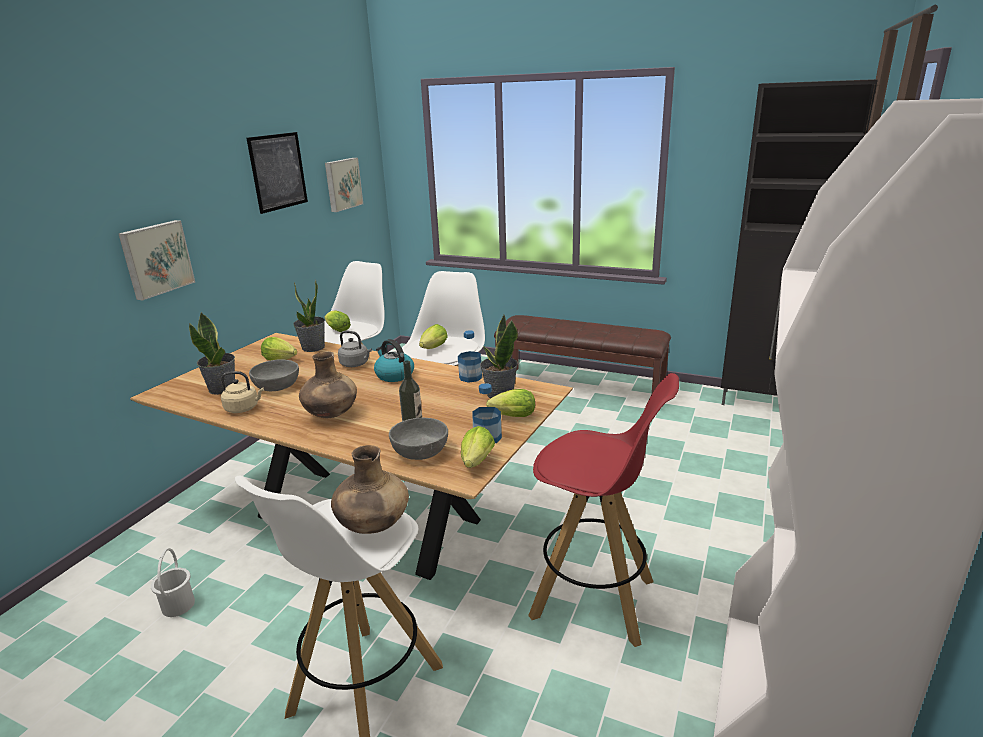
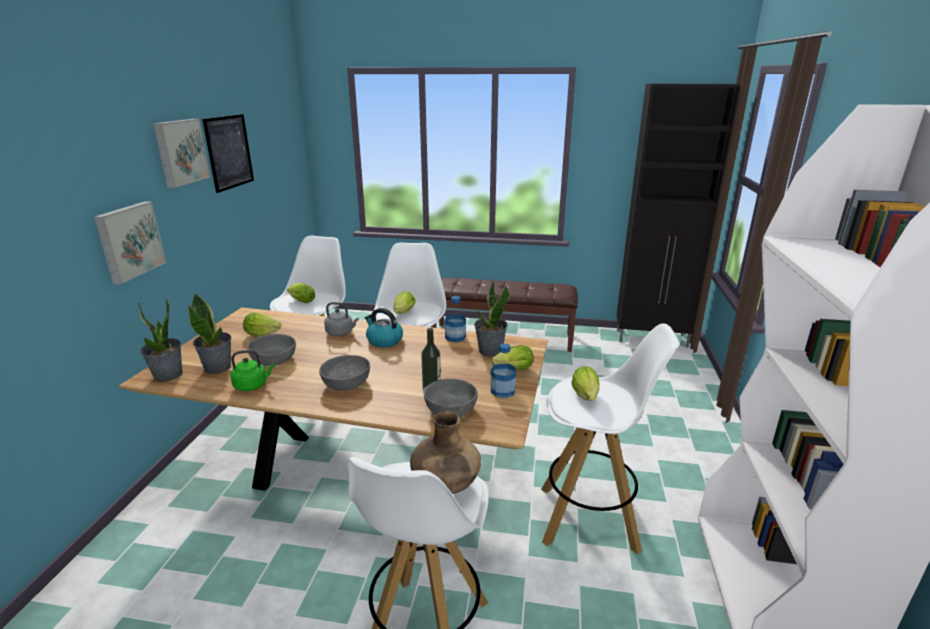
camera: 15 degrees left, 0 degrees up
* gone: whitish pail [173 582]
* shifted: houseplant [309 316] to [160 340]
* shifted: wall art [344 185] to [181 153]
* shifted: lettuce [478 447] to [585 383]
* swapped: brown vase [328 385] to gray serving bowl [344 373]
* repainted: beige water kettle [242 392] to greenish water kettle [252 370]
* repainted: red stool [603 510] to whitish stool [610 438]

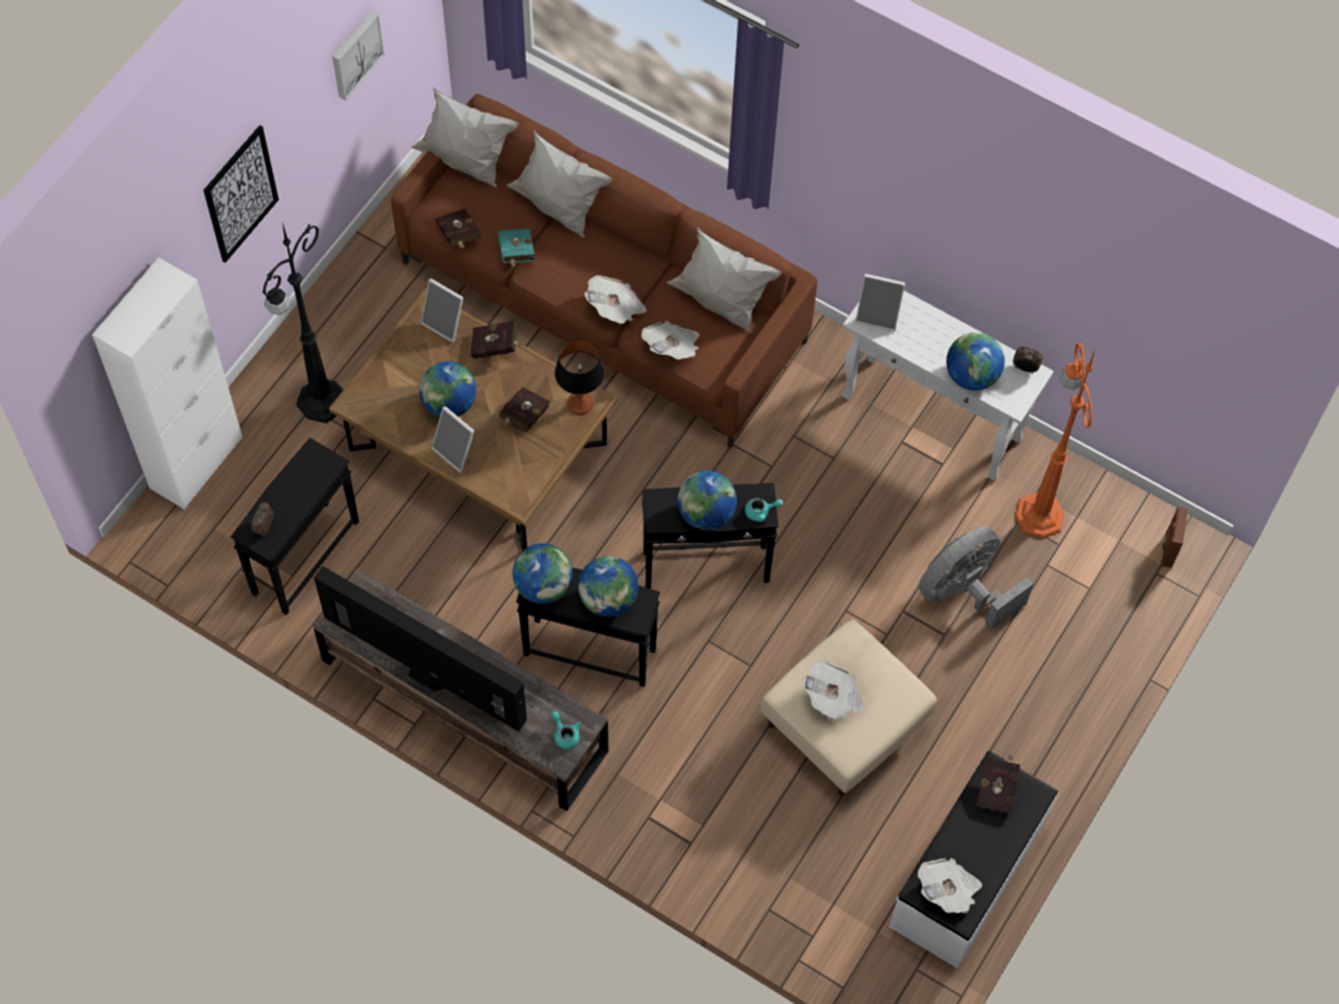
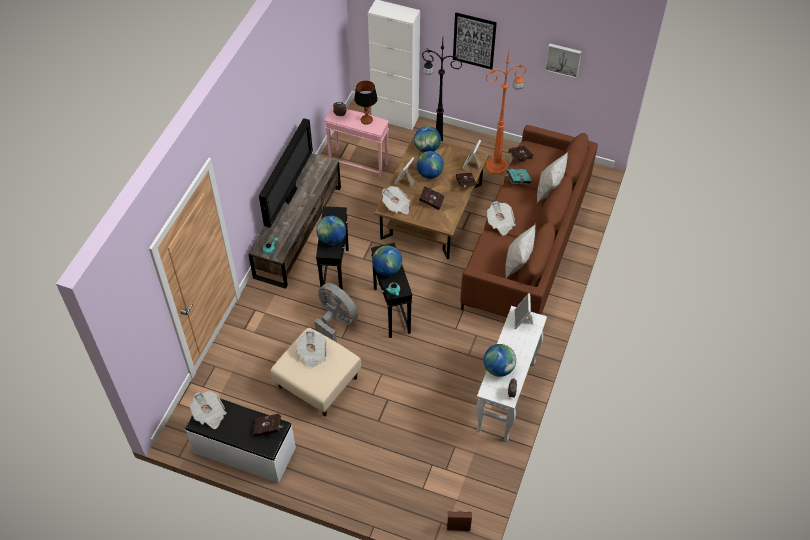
camera: 80 degrees right, 10 degrees down
* gone: whitish throw pillow [465 137]
* shifted: globe [542 573] to [427 139]
* shifted: tabletop lamp [579 377] to [366 103]
* shifted: printed paper [670 340] to [396 200]
* shifted: gray fan [975 578] to [336 312]
* shifted: orange standard lamp [1055 441] to [506 112]
* repainted: black side table [295 526] to pink side table [356 142]

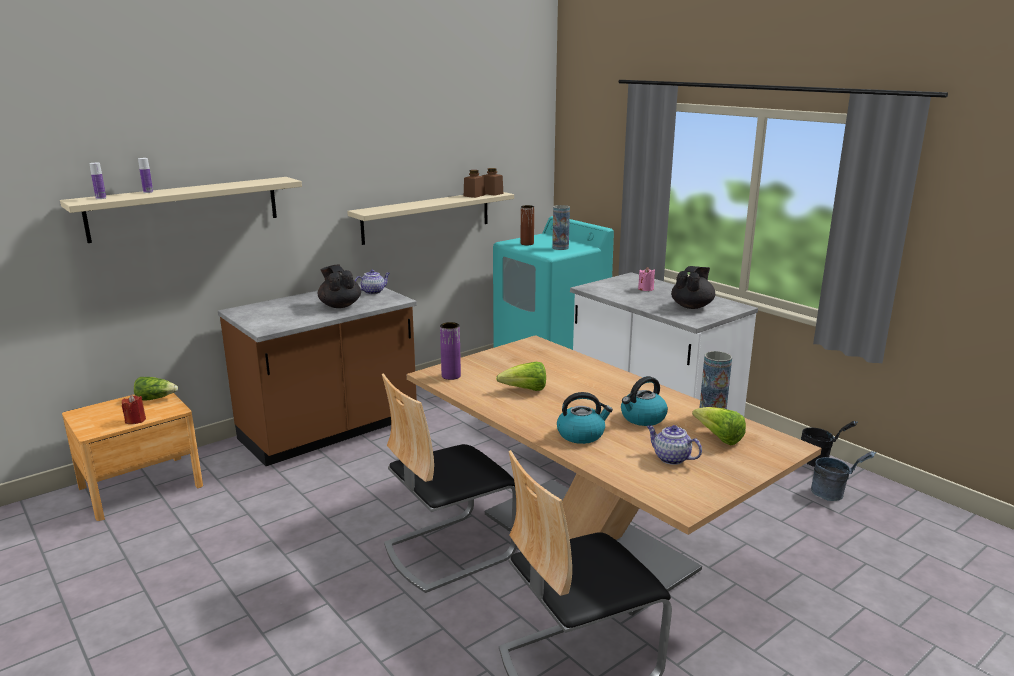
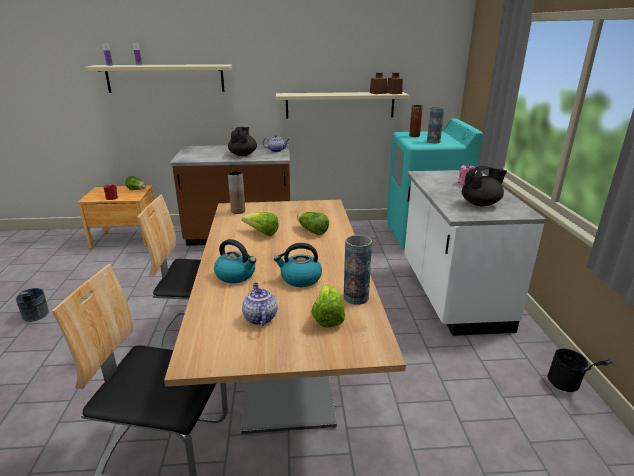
camera: 35 degrees right, 5 degrees up
* new: lettuce [313 223]
* shifted: gray pail [843 476] to [32 305]
* repainted: purplish vase [450 351] to brown vase [236 192]

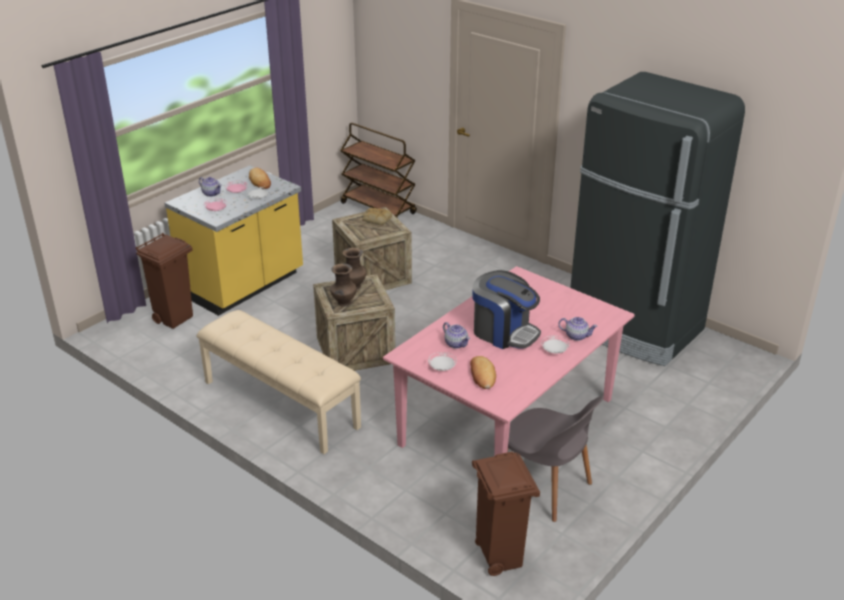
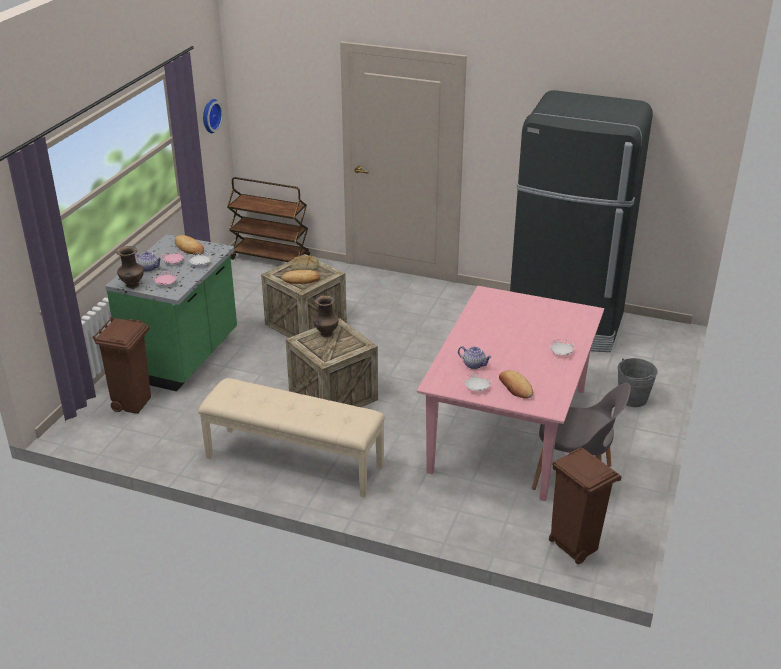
camera: 20 degrees left, 0 degrees up
* gone: coffee machine [507 309]
* gone: teapot [577 329]
* new: clock on the wall [213 116]
* new: baked bread [301 277]
* new: gray pail [638 382]
* shifted: brown vase [343 285] to [130 267]
* repainted: yellow-coloured kitchen counter [234 240] to greenish kitchen counter [171 312]

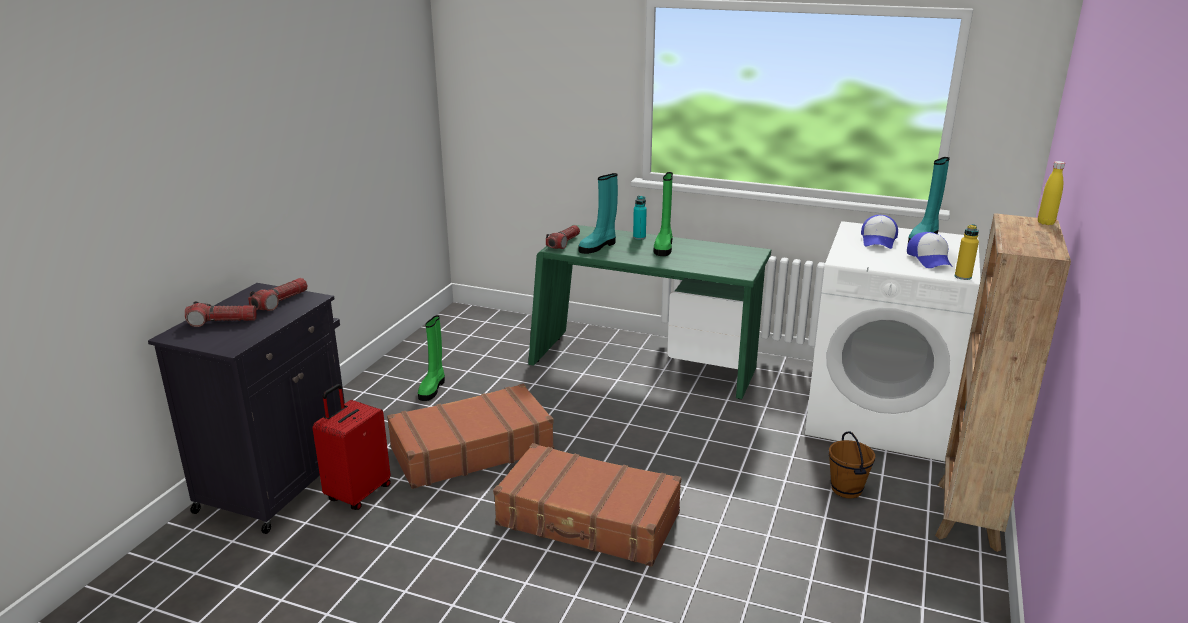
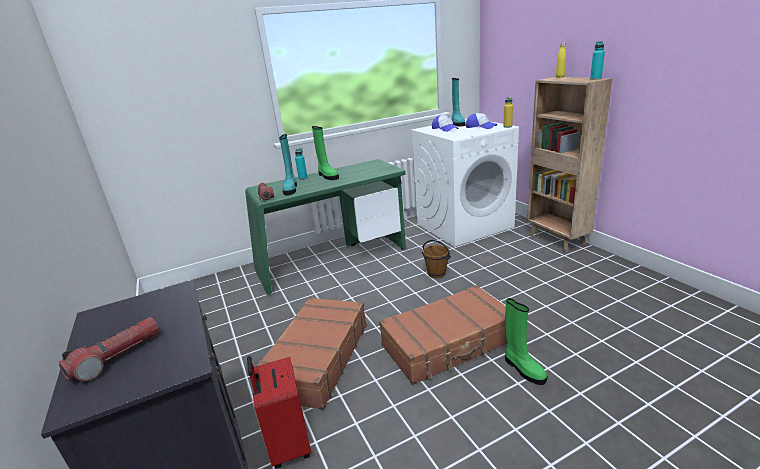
camera: 45 degrees left, 0 degrees up
* gone: hand torch [278 294]
* new: turquoise-coloured beverage bottle [597 60]
* shifted: greenish high-top boot [431 358] to [526 341]
* shifted: brown pail [852 464] to [436 259]

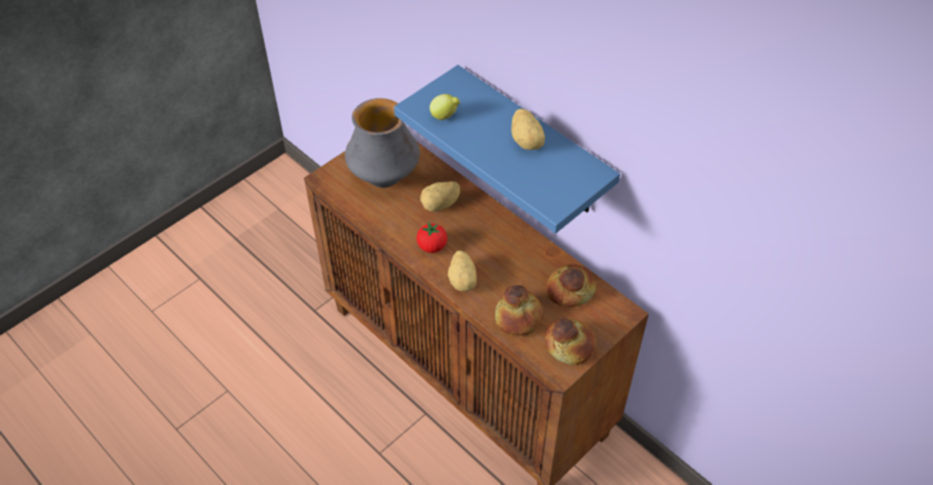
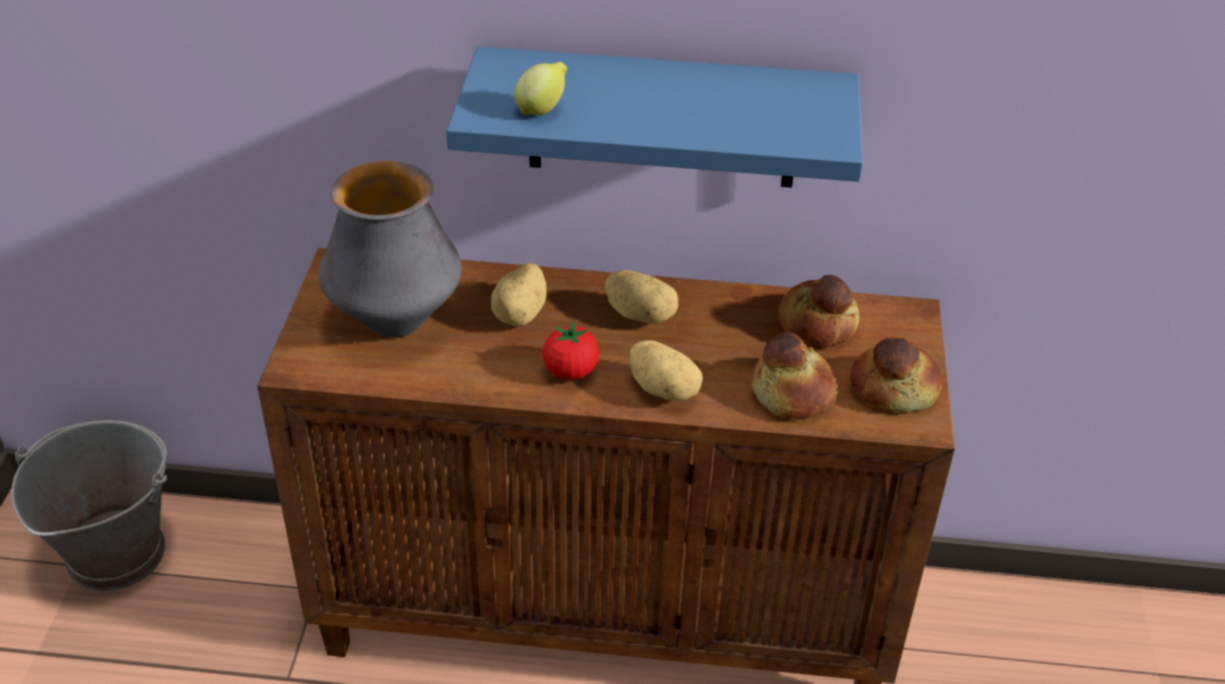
camera: 40 degrees left, 10 degrees down
* new: gray pail [89 505]
* shifted: whole potato [528 129] to [641 297]

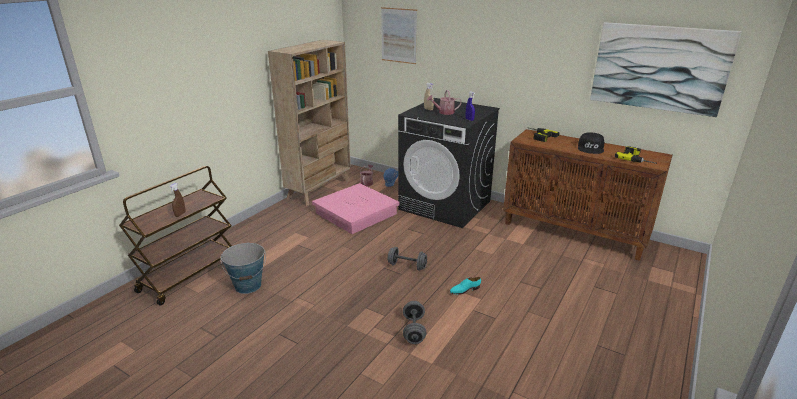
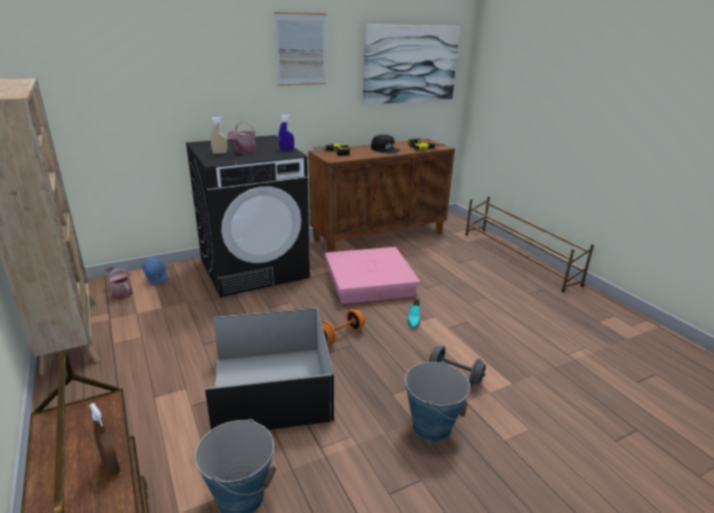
camera: 60 degrees left, 0 degrees up
* new: black storage box [269 369]
* new: pail [437 401]
* new: brown shoe rack [529 244]
* shifted: pink storage box [356 208] to [372 275]
* shifted: wall art [399 35] to [300 49]
* repainted: gray hand weight [407 259] to orange hand weight [343 326]

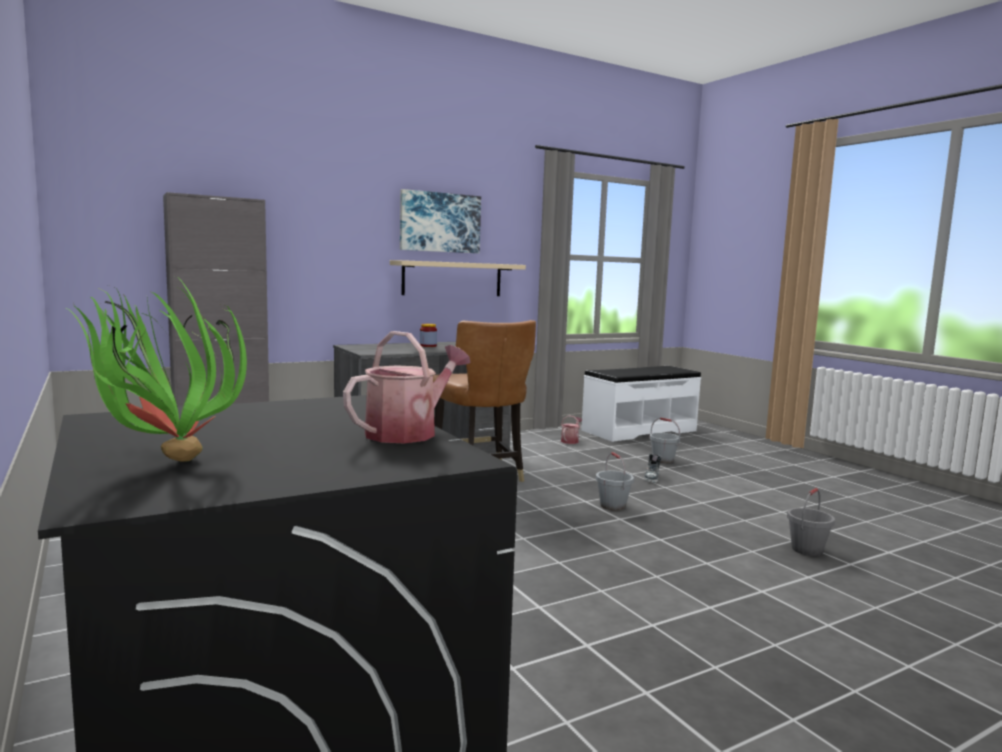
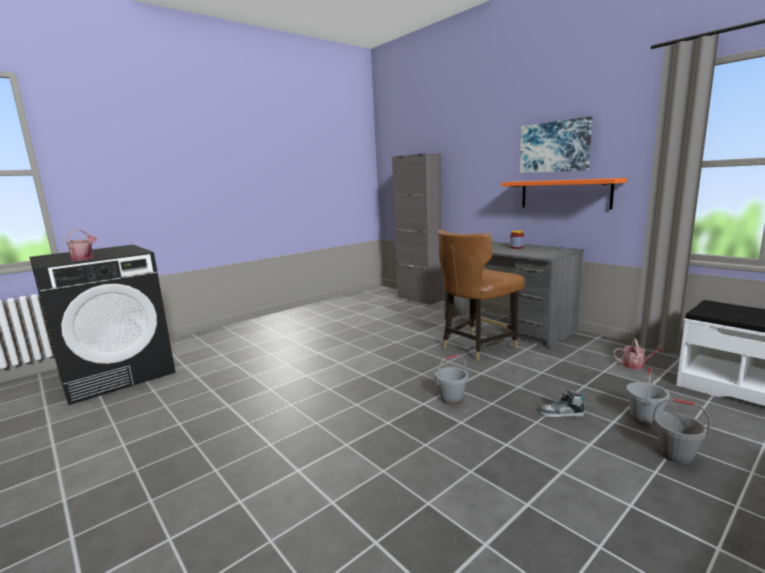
camera: 80 degrees right, 5 degrees up
* gone: houseplant [156 371]
* shifted: gray pail [811 522] to [681 431]
* repainted: beige shelf [458 278] to orange shelf [564 193]

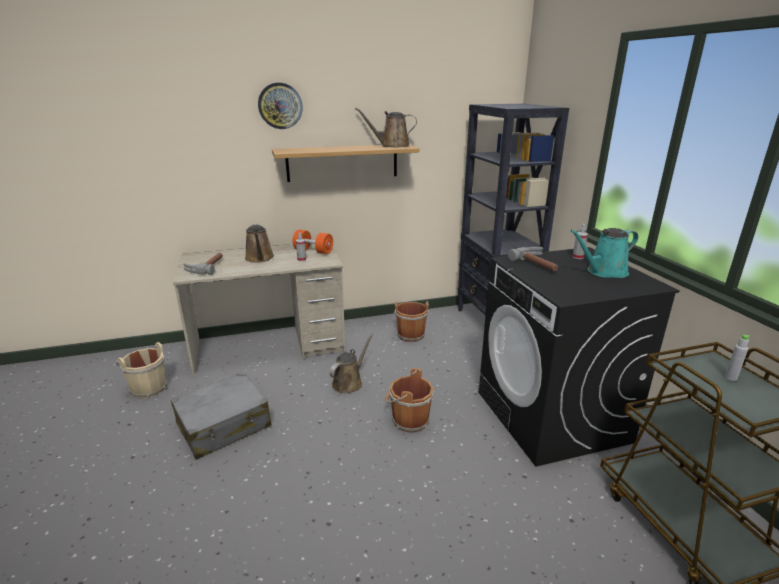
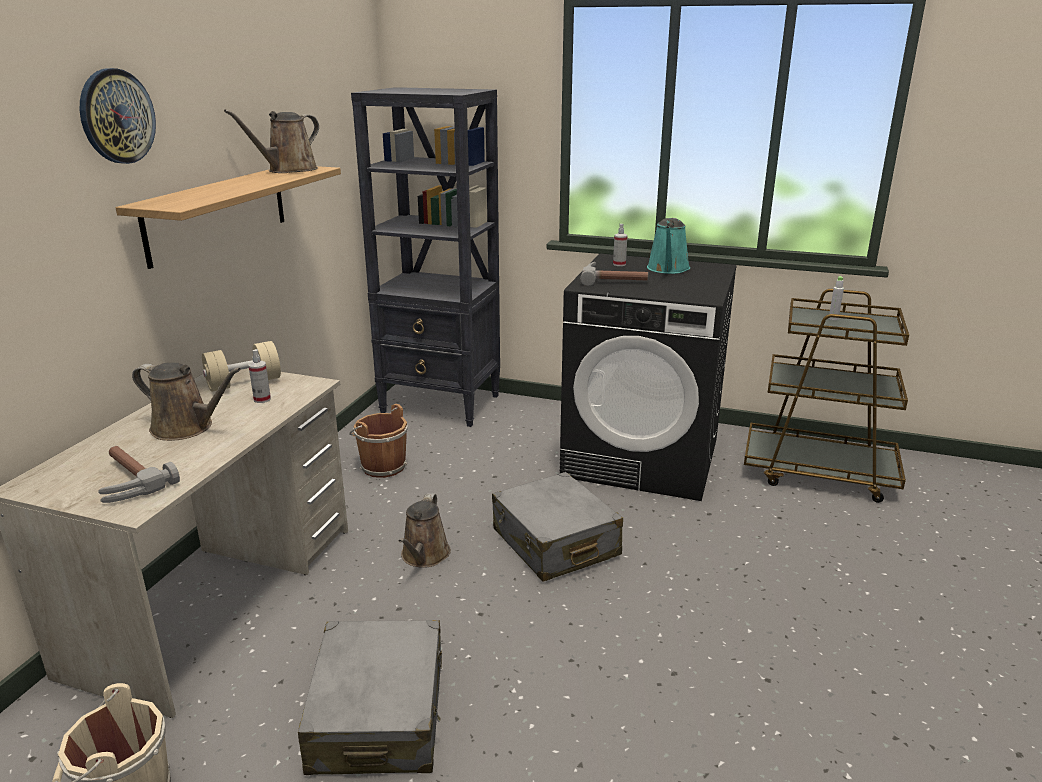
camera: 55 degrees left, 0 degrees up
* swapped: brown pail [409 400] to gray piece of luggage [557 526]
* repainted: orange hand weight [312 242] to beige hand weight [241 366]
* rotated: brown sprinkling can [351 363] = [424 530] 150 degrees counterclockwise

